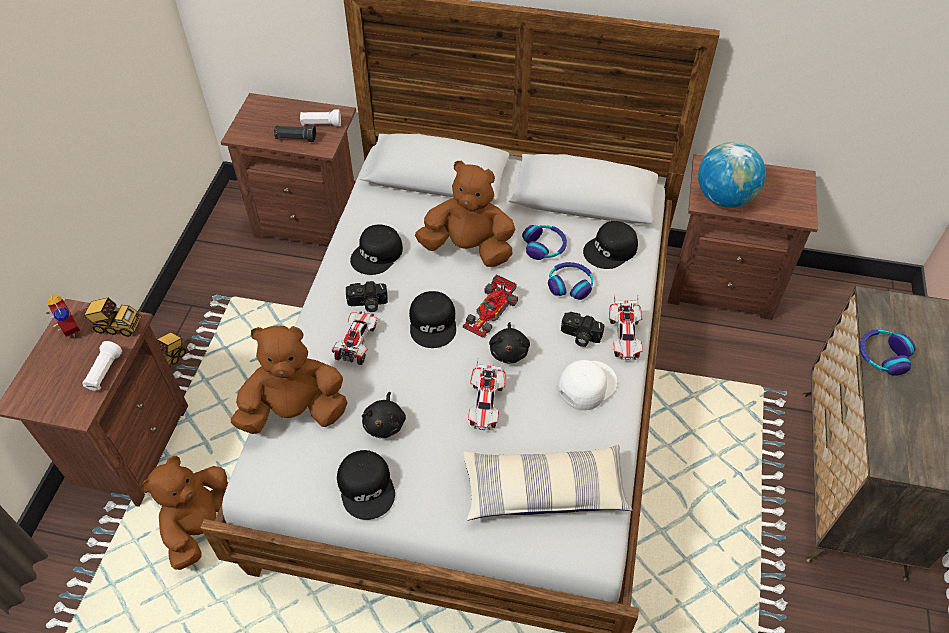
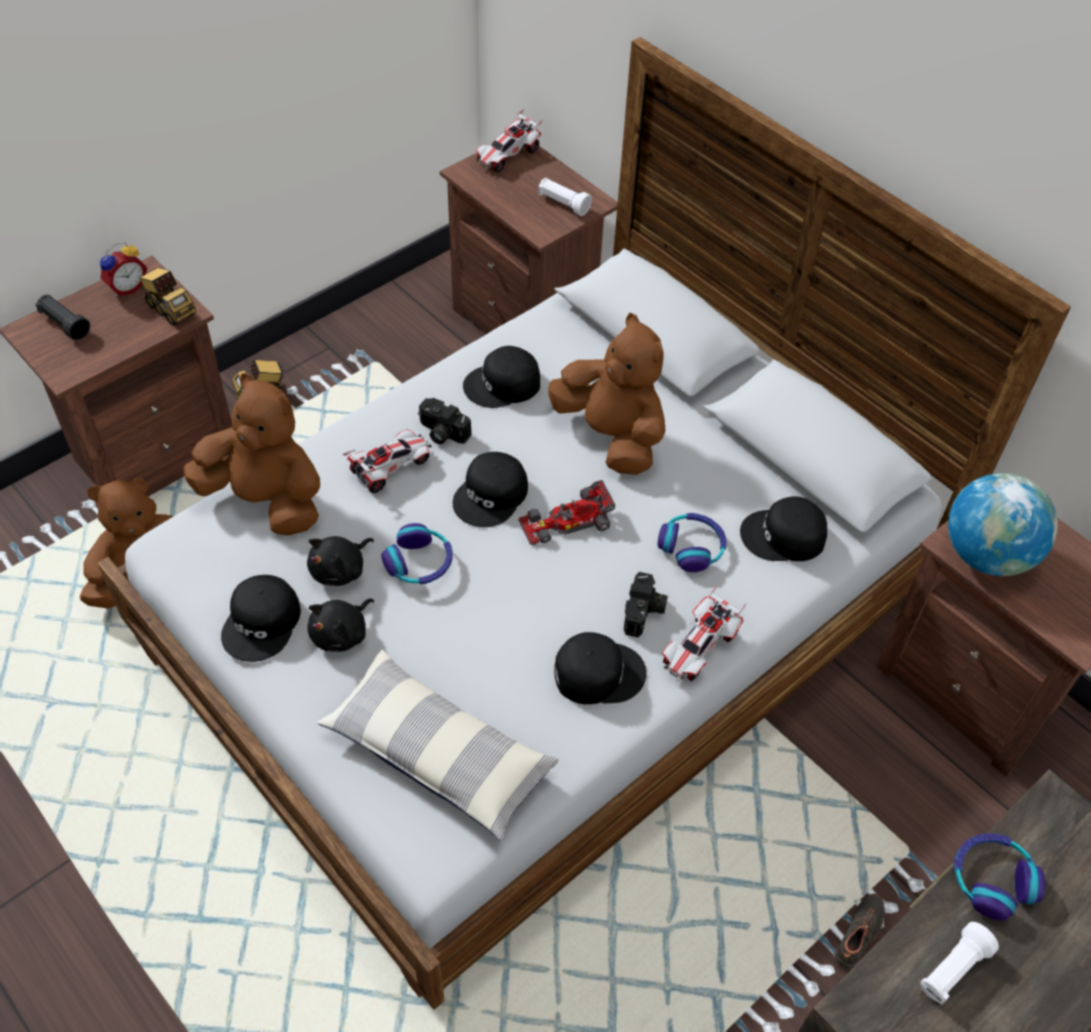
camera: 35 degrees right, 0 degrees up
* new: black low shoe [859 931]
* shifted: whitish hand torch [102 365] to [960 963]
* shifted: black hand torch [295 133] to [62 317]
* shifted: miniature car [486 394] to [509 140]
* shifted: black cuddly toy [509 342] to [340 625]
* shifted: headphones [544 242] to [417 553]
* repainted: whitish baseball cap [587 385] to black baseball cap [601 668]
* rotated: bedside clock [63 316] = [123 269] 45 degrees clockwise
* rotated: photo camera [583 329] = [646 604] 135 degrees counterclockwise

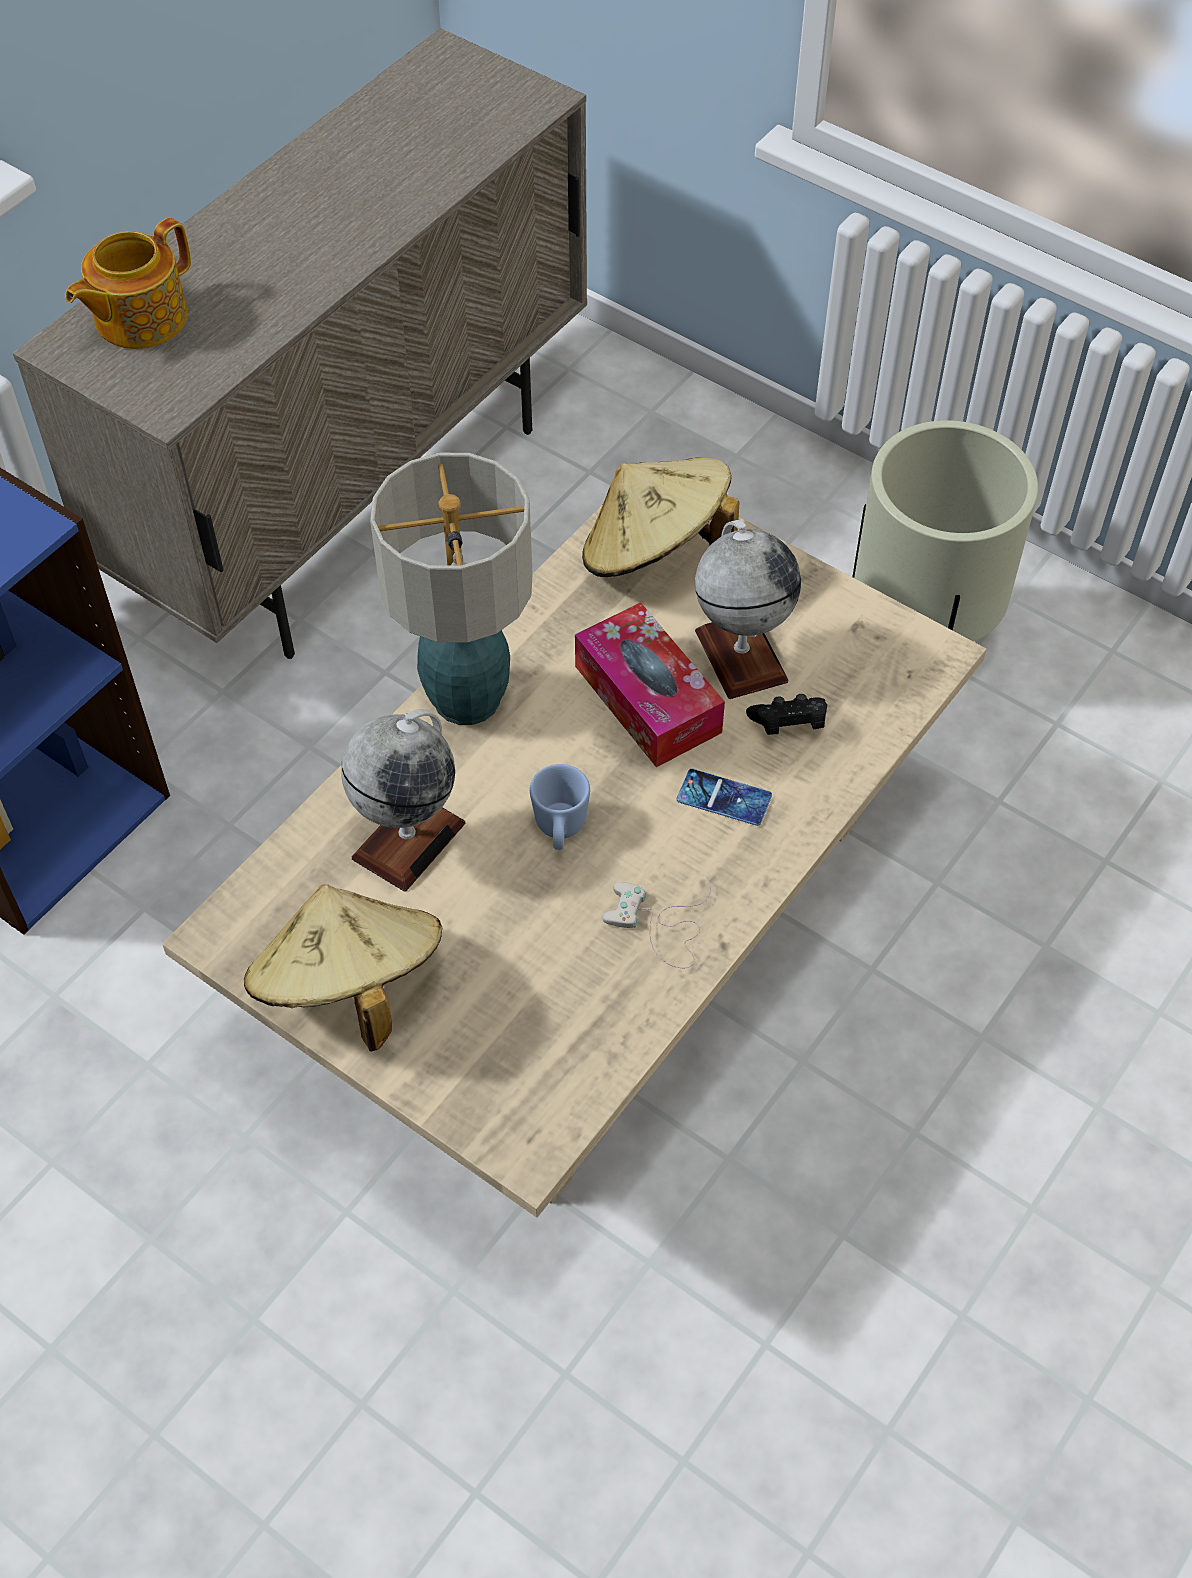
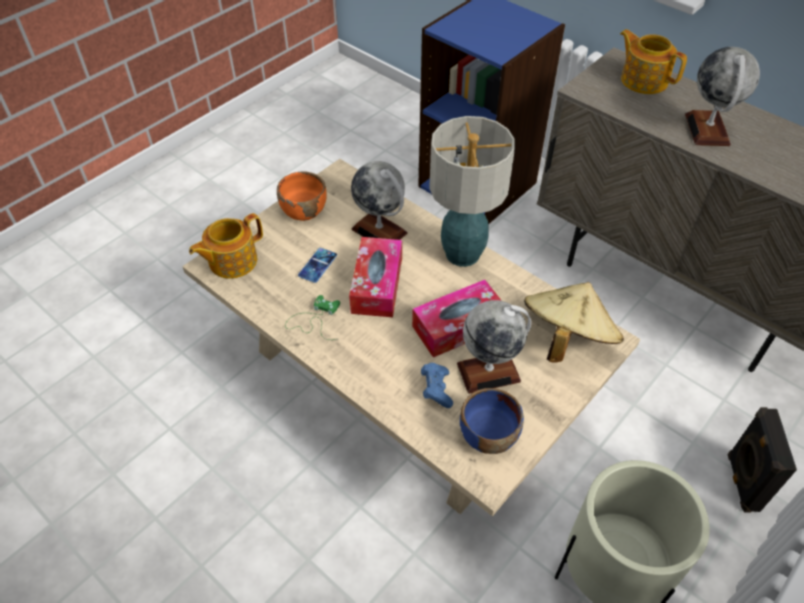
camera: 95 degrees right, 5 degrees down
* new: teapot [226 246]
* new: blue serving bowl [492 421]
* new: globe [722 96]
* new: black audio speaker [762 460]
* shifted: handset [724 797] to [317 265]
* swapped: beige clothing hat [343 967] to orange serving bowl [302 196]
* swapped: blue coffee mug [560 807] to tissue box [375 277]
* repainted: whitish gamepad [656 922] to greenish gamepad [312 317]
* repainted: black gamepad [786 714] to blue gamepad [437 385]

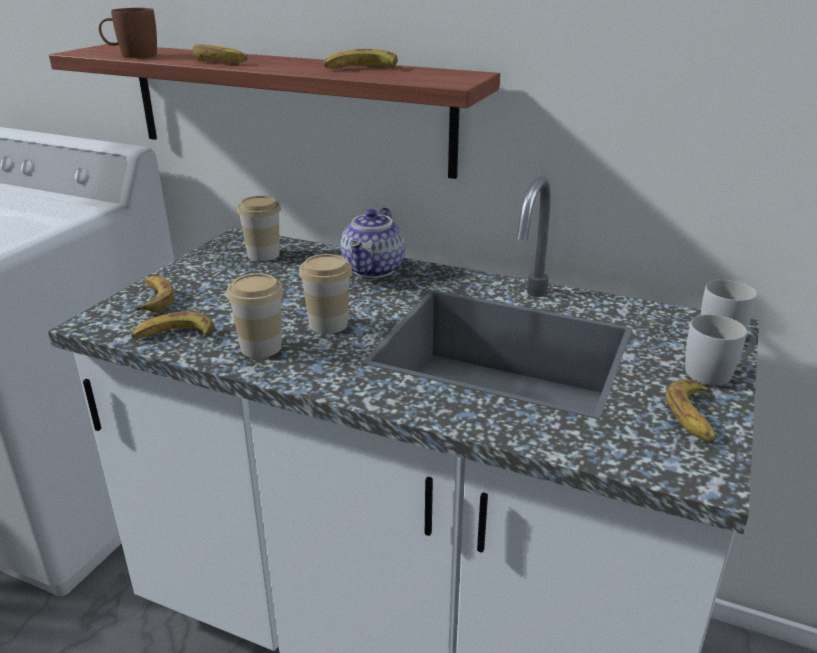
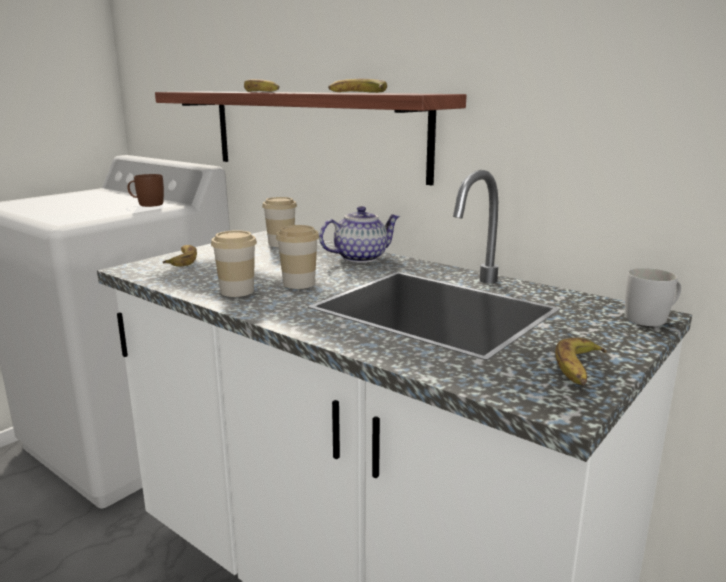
camera: 15 degrees right, 10 degrees down
* gone: banana [172 325]
* gone: whitish coffee mug [720 350]
* shifted: brown coffee mug [128 33] to [145 190]
* rotated: teapot [372 242] = [359 234] 150 degrees counterclockwise

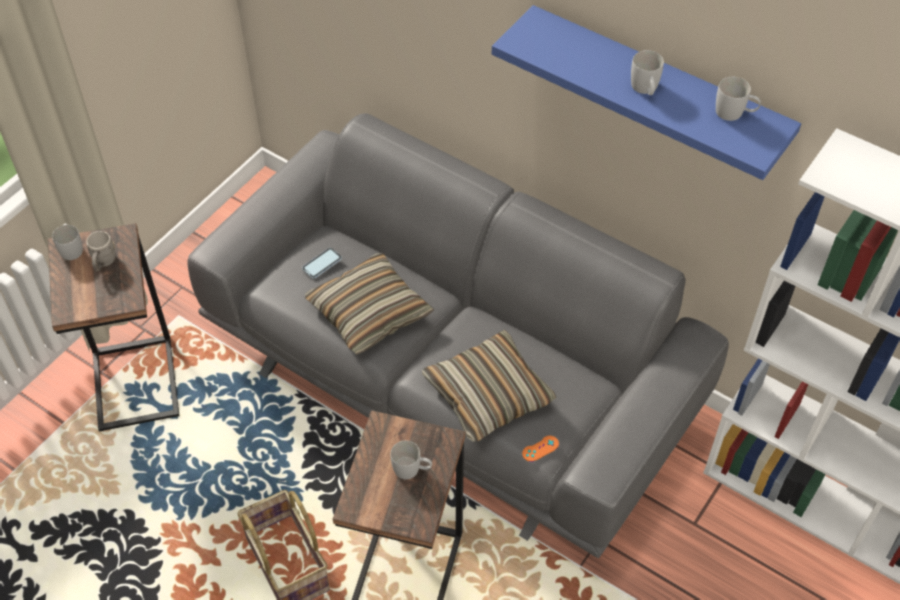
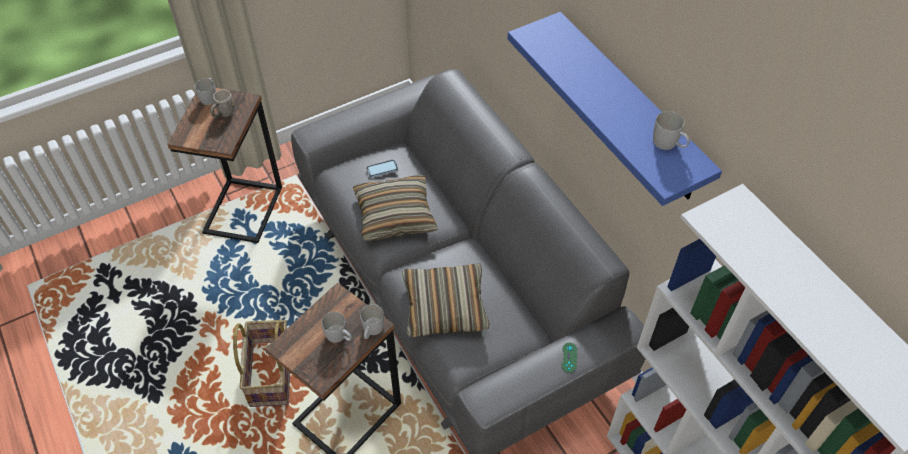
camera: 25 degrees right, 0 degrees up
* gone: orange gamepad [540 449]
* new: greenish gamepad [569 358]
* shifted: whitish coffee mug [647 72] to [372 321]

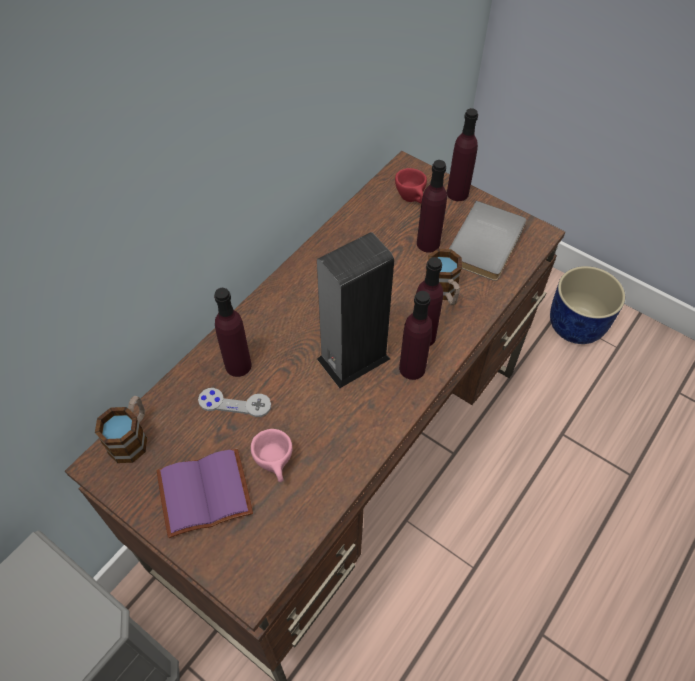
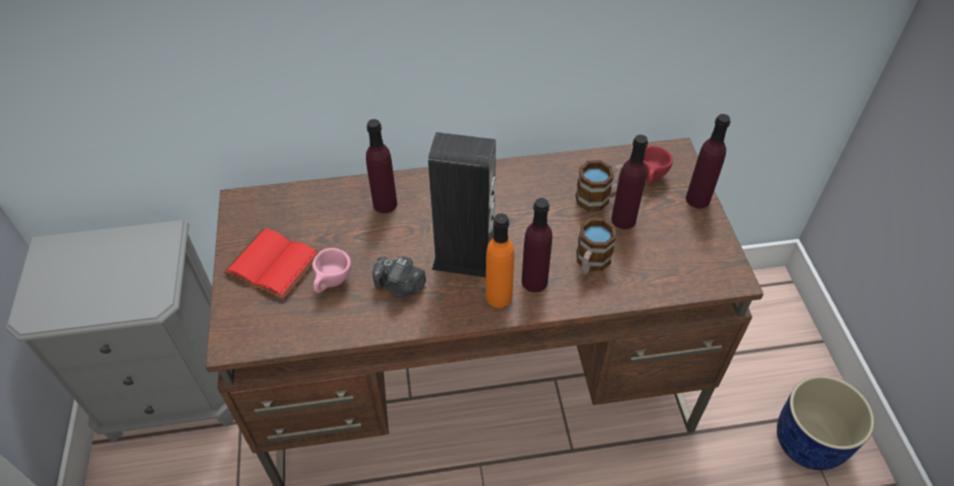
camera: 45 degrees right, 5 degrees down
* gone: gray gamepad [234 402]
* gone: gray book [487 241]
* new: photo camera [399 276]
* shifted: coffee mug [121 429] to [599 185]
* repainted: purplish book [205 493] to red book [271 264]
* repainted: purplish beverage bottle [415 335] to orange beverage bottle [500 260]

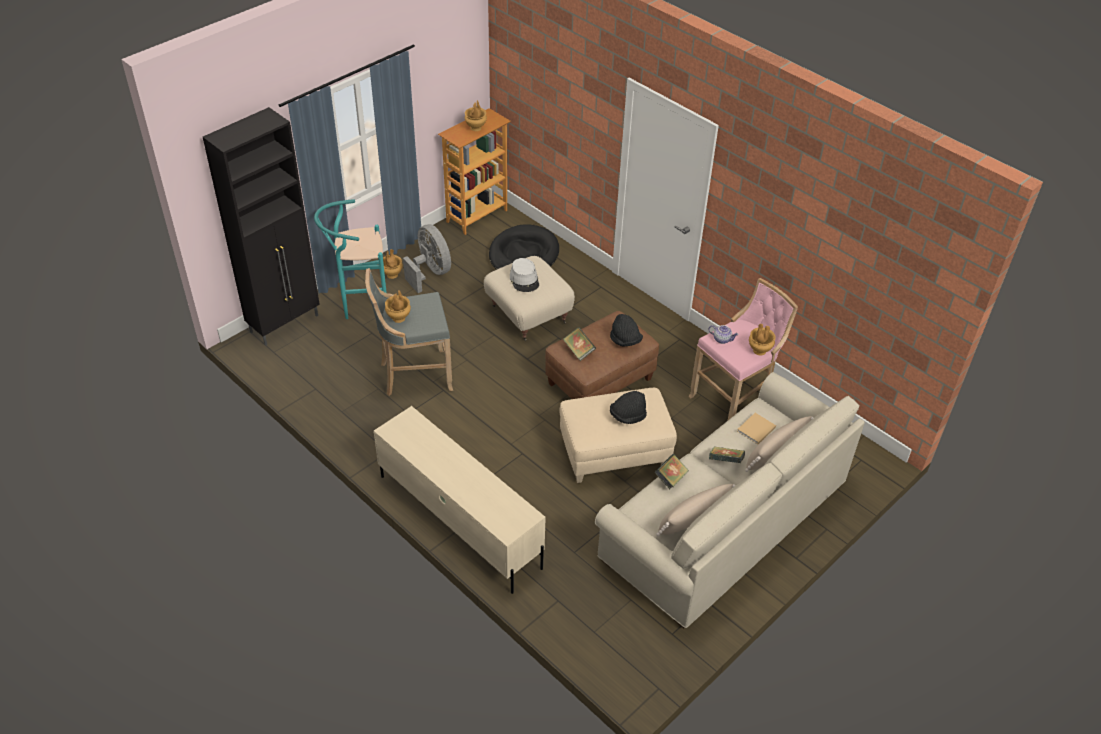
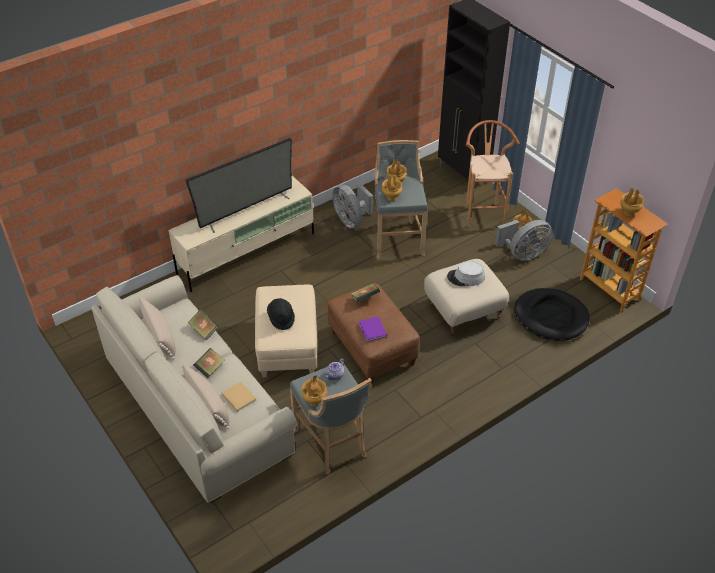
camera: 100 degrees right, 0 degrees up
* new: TV set [239 185]
* new: gray fan [352 206]
* new: brown vase [392 188]
* swapped: black clothing hat [626 330] to purplish book [372 329]
* repainted: turquoise-coloured stool [350 259] to brown stool [493 174]
* repainted: pink stool [743 349] to gray stool [331 417]

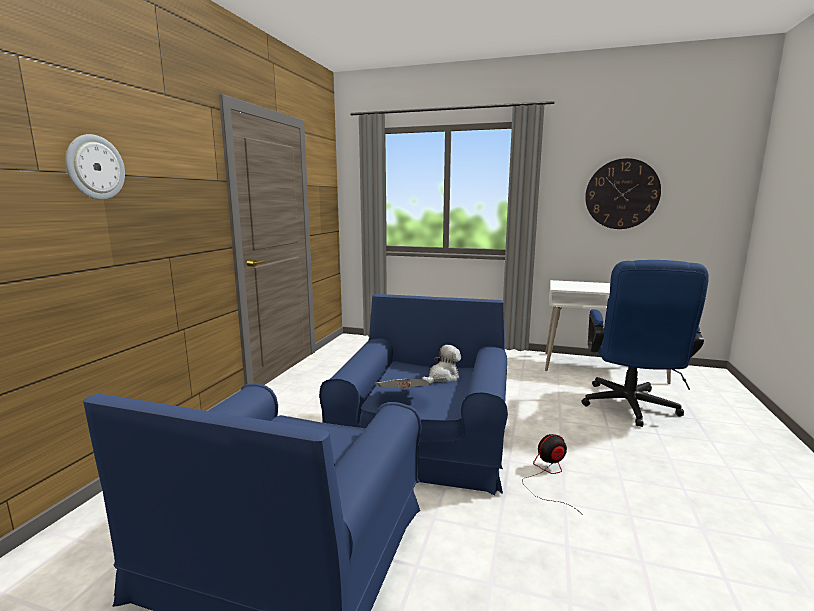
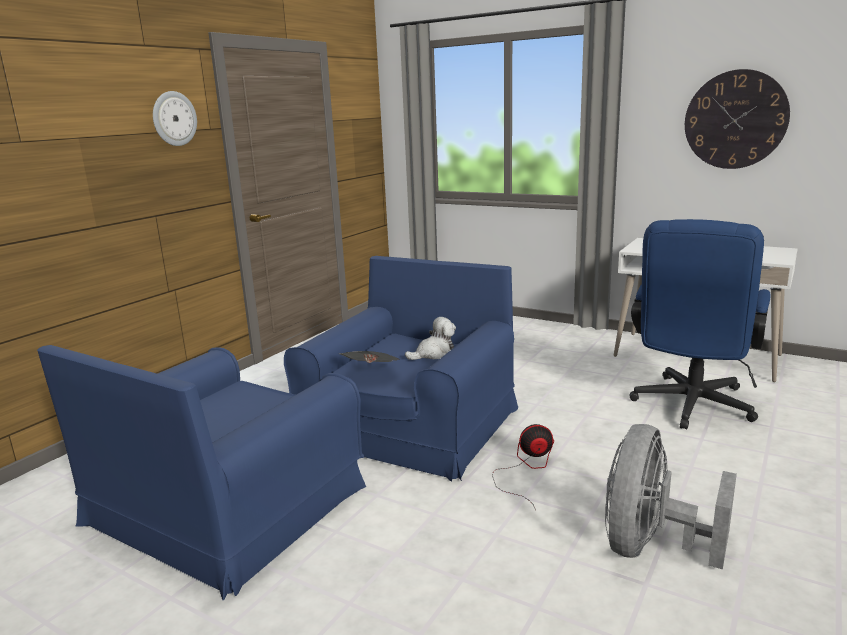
camera: 15 degrees right, 5 degrees up
* new: gray fan [671 497]
* shifted: clock on the wall [95 167] to [175 118]

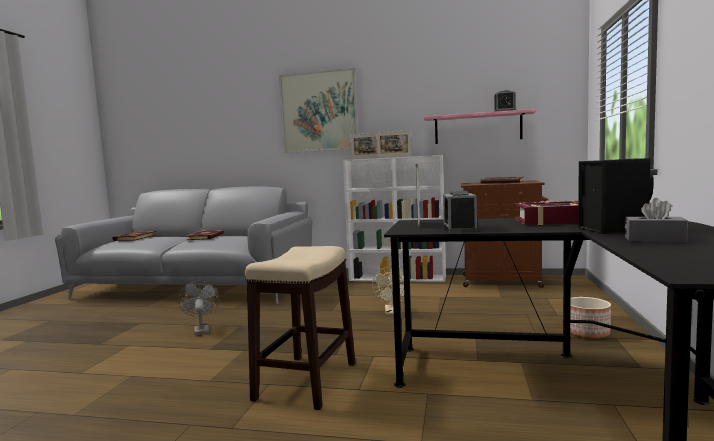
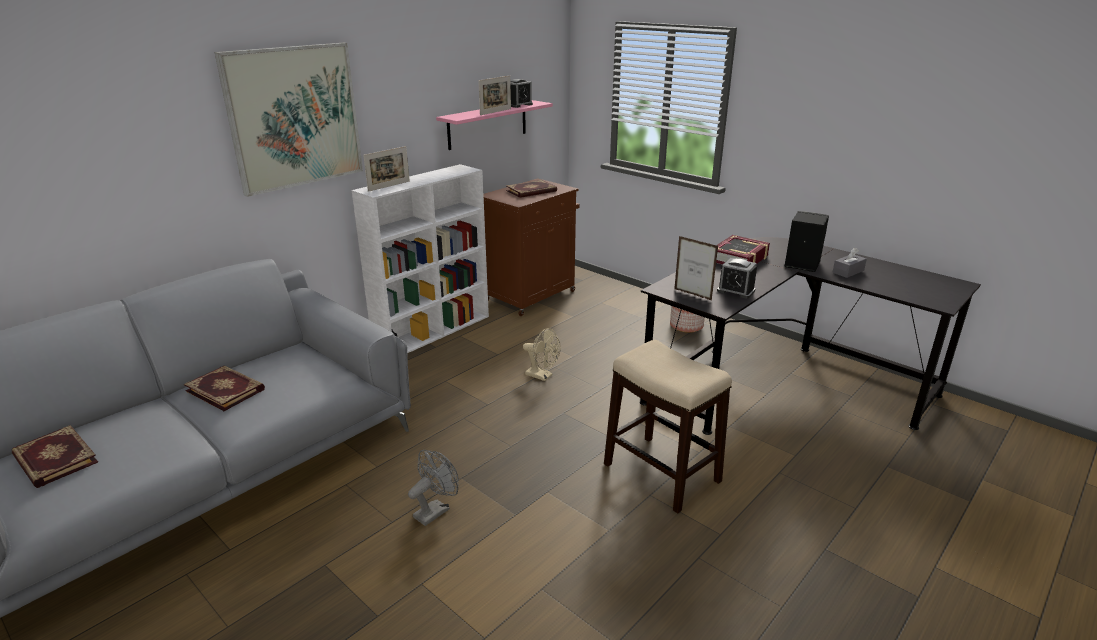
camera: 60 degrees left, 20 degrees up
* shifted: photo frame [394 144] to [494 95]
* rotated: gray fan [198 308] = [433 488] 120 degrees clockwise

